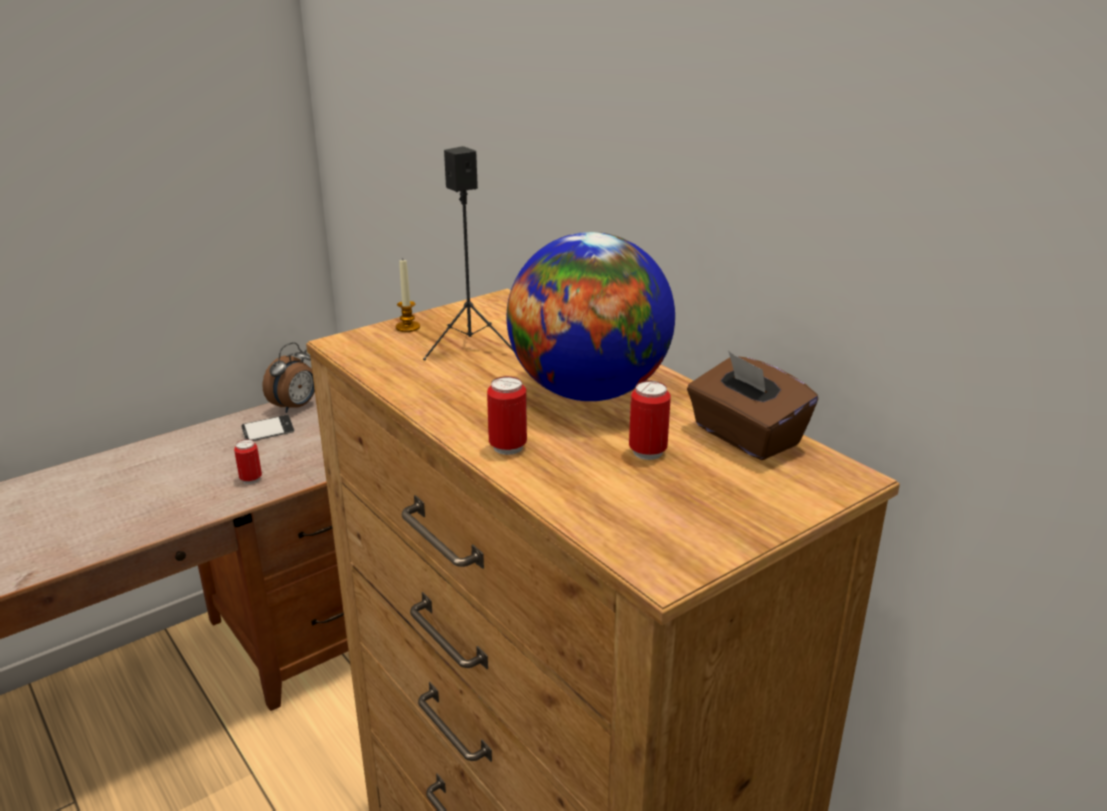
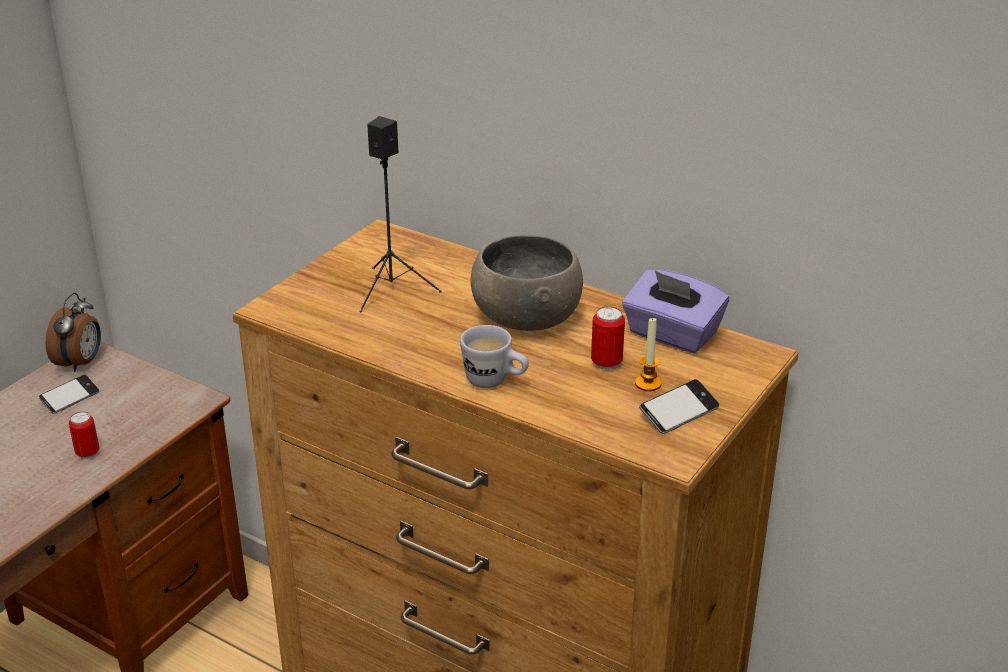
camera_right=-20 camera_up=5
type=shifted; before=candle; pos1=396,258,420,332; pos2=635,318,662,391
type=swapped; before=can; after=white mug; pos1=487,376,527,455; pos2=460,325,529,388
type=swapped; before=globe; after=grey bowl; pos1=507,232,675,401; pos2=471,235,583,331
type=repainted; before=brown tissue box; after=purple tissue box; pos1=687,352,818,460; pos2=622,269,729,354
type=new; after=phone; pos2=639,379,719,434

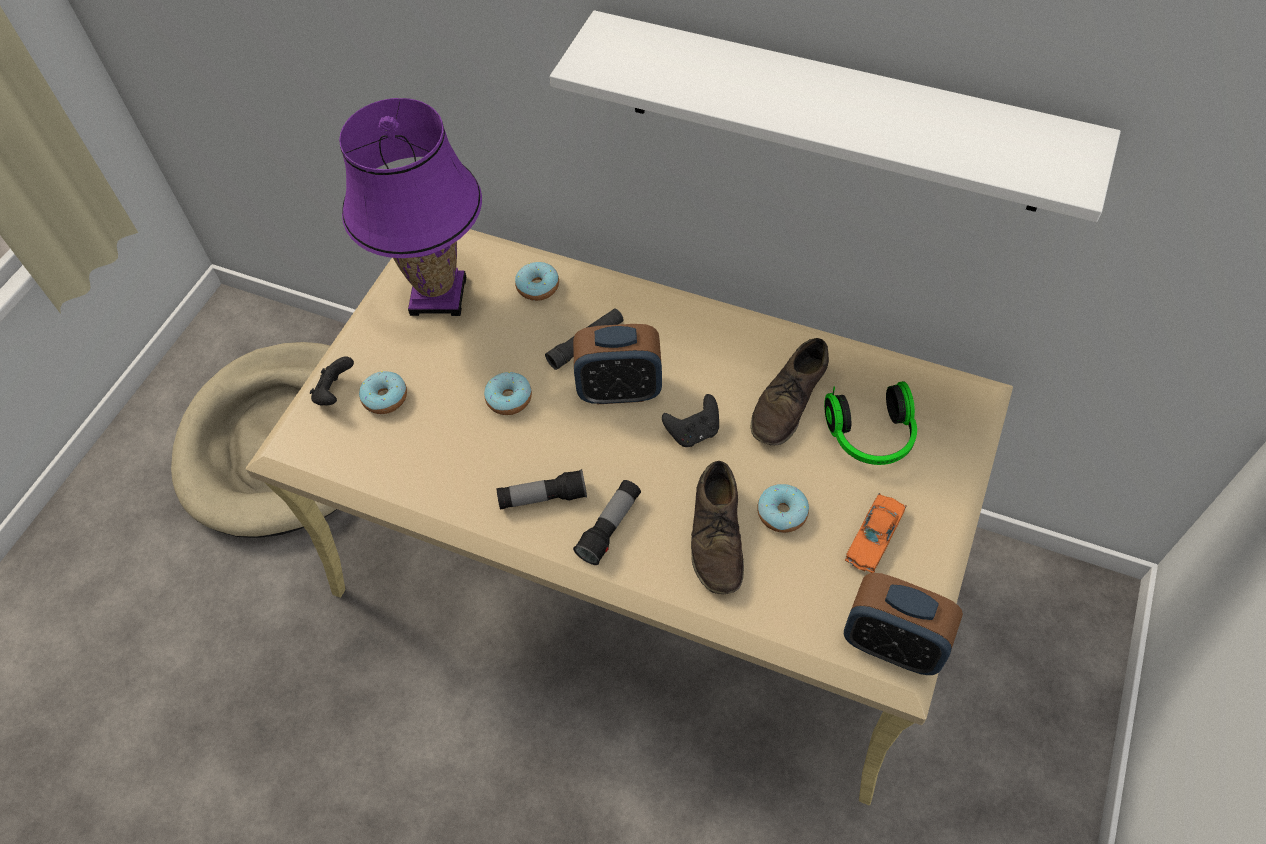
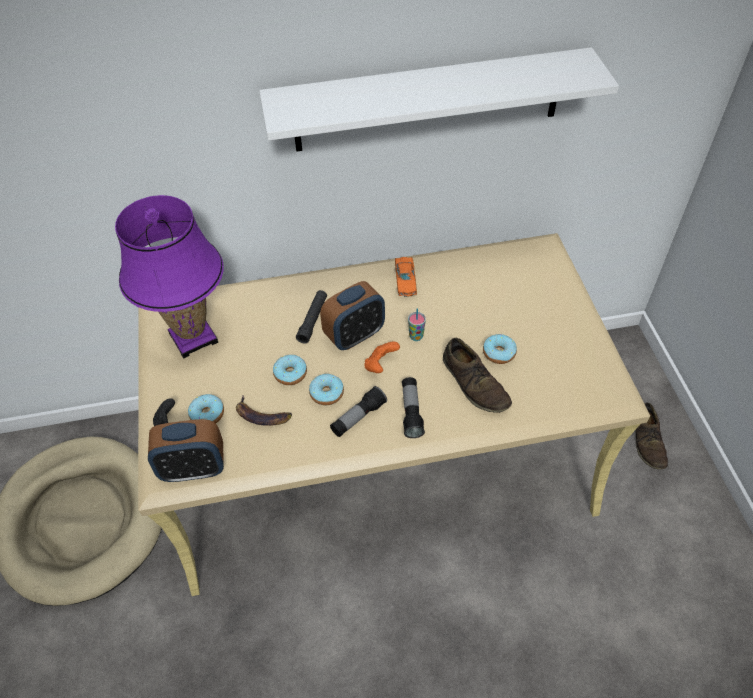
camera_right=-35 camera_up=-5
type=shifted; before=donut; pos1=515,262,559,301; pos2=309,374,344,405
type=swapped; before=black game controller; after=cup; pos1=662,394,719,447; pos2=408,308,426,341
type=shifted; before=brown shoe; pos1=751,338,829,445; pos2=635,403,668,469
type=gone; before=headphones; pos1=824,381,917,465
type=shifted; before=alarm clock; pos1=844,573,963,675; pos2=148,419,224,482
type=shifted; before=orange toy car; pos1=845,493,907,573; pos2=395,257,417,297
type=new; after=banana; pos2=236,396,292,426
type=new; after=orange game controller; pos2=364,342,400,373

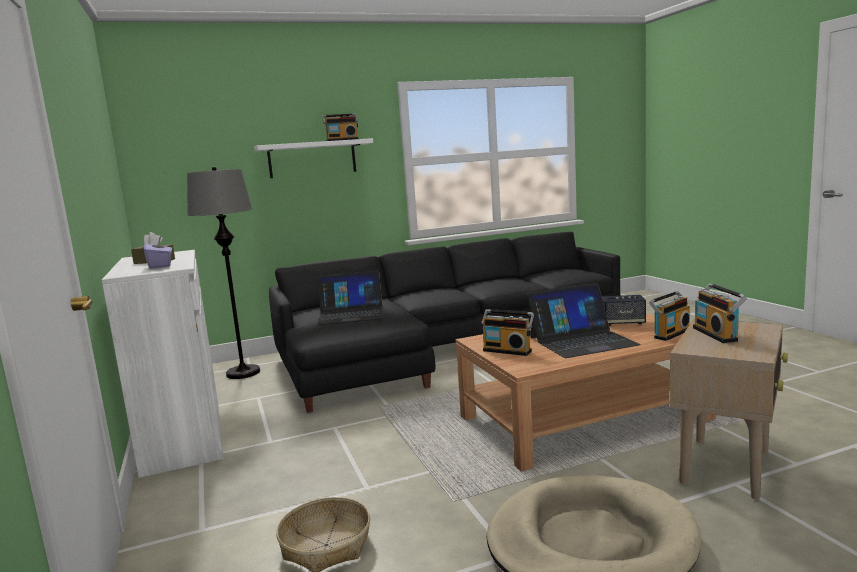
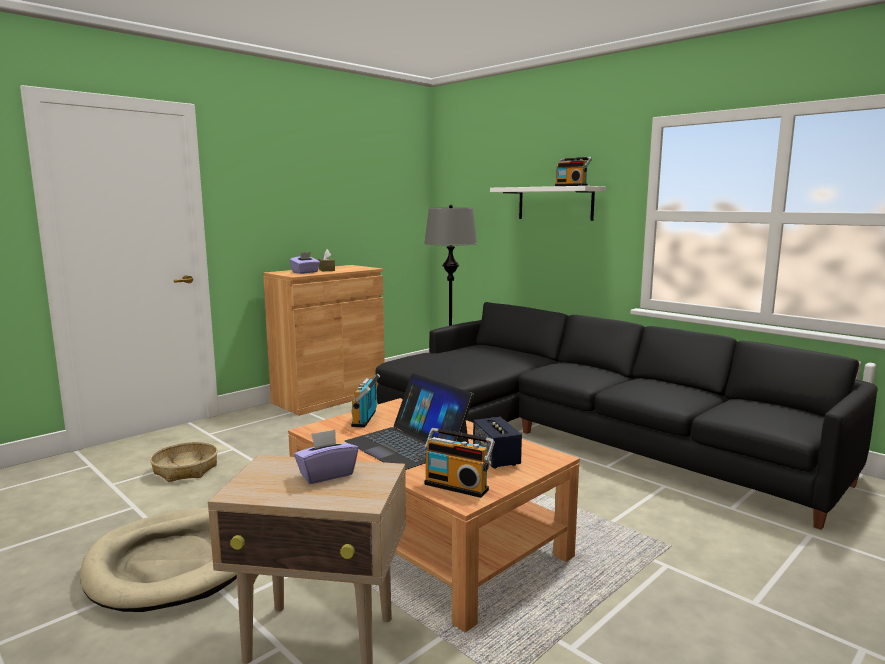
camera_right=65 camera_up=0
type=repainted; before=white cabinet; after=brown cabinet; pos1=102,250,223,478; pos2=263,265,385,416
type=gone; before=laptop; pos1=317,270,383,325
type=swapped; before=radio; after=purple tissue box; pos1=693,283,747,343; pos2=294,429,358,484

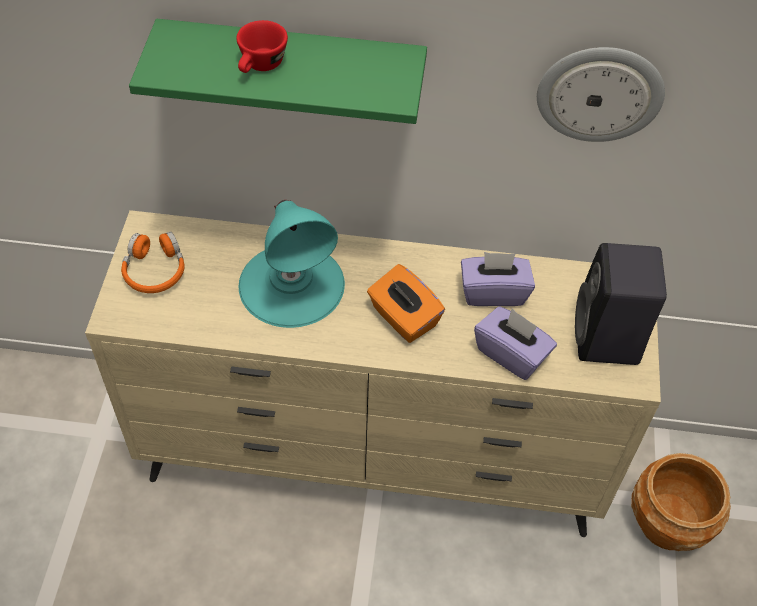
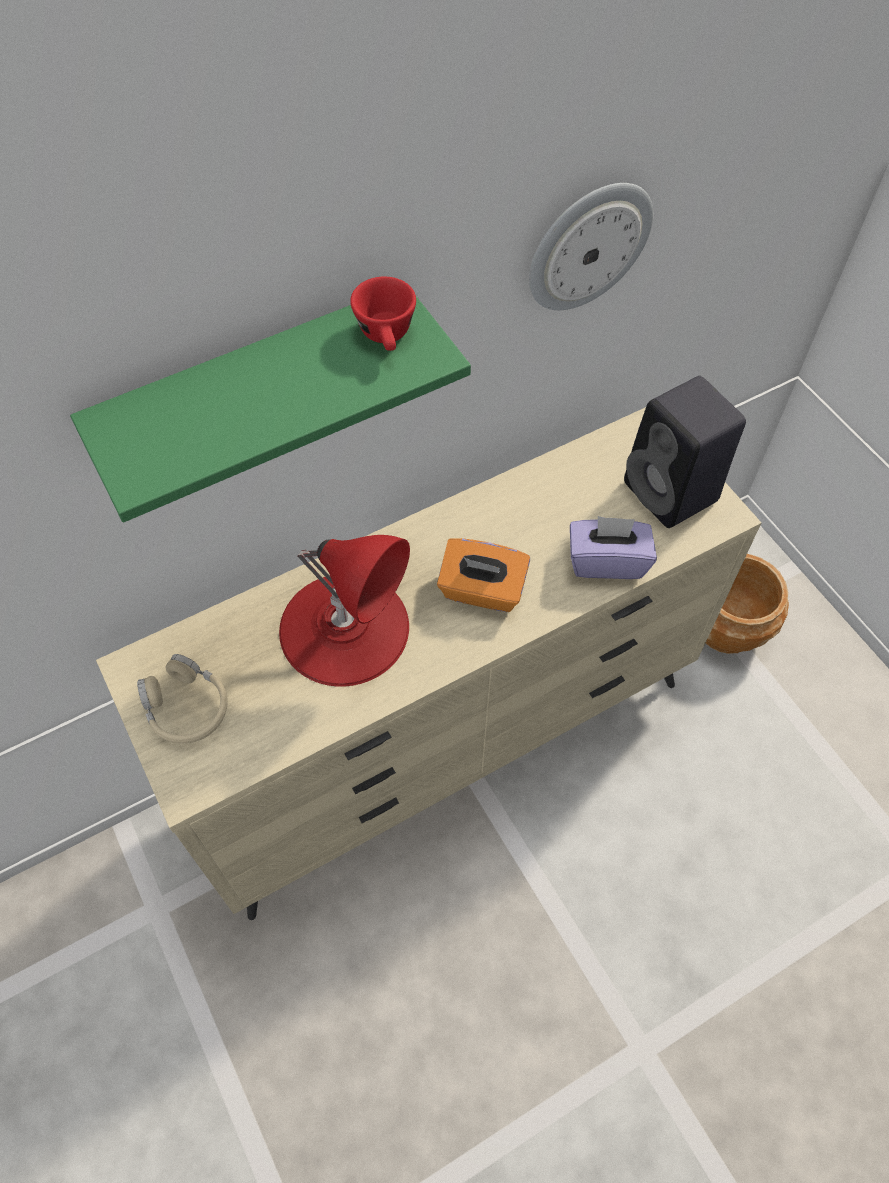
camera_right=-35 camera_up=5
type=repainted; before=orange headphones; after=beige headphones; pos1=121,231,185,293; pos2=137,654,228,743
type=shifted; before=red cup; pos1=236,20,288,73; pos2=350,277,416,351
type=repainted; before=turquoise table lamp; after=red table lamp; pos1=238,200,345,328; pos2=279,535,410,687
type=gone; before=purple tissue box; pos1=461,252,535,306

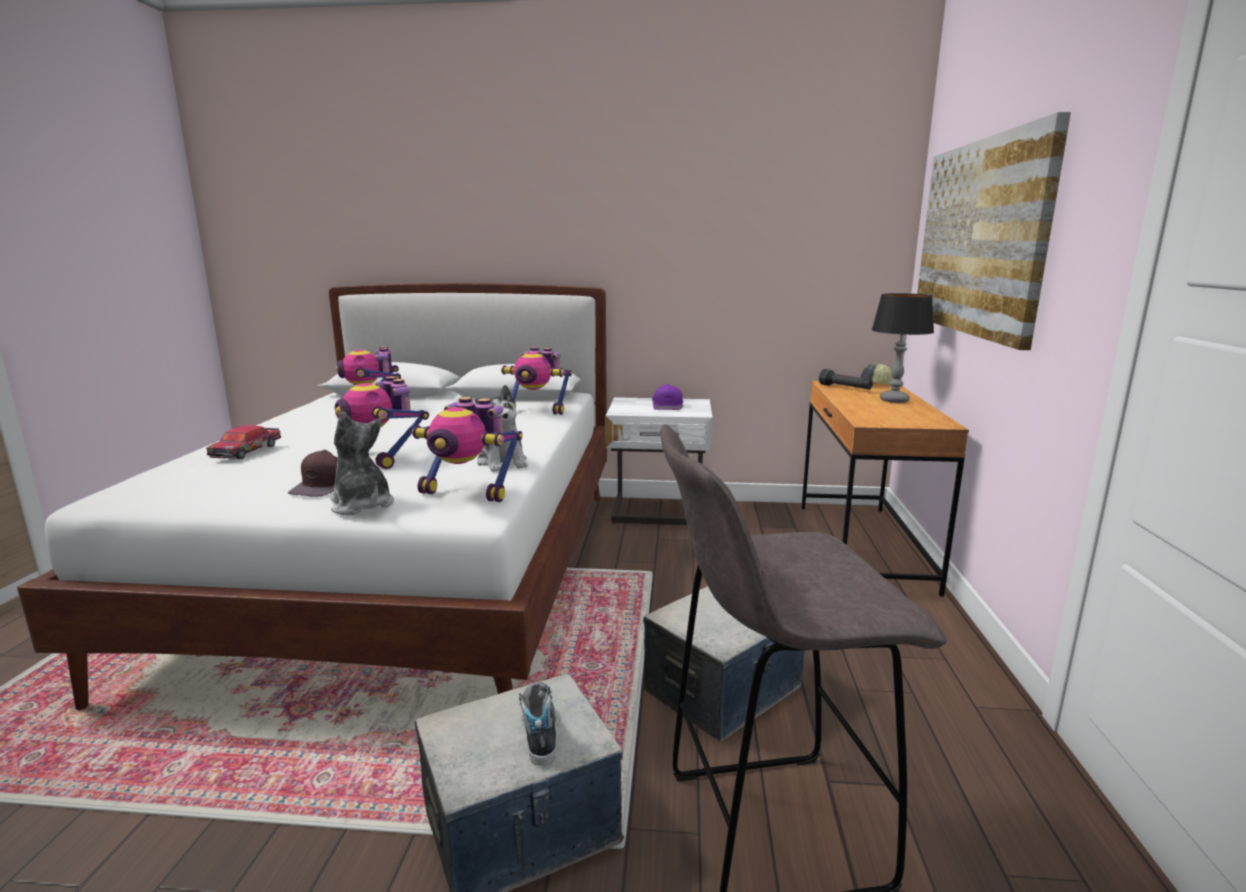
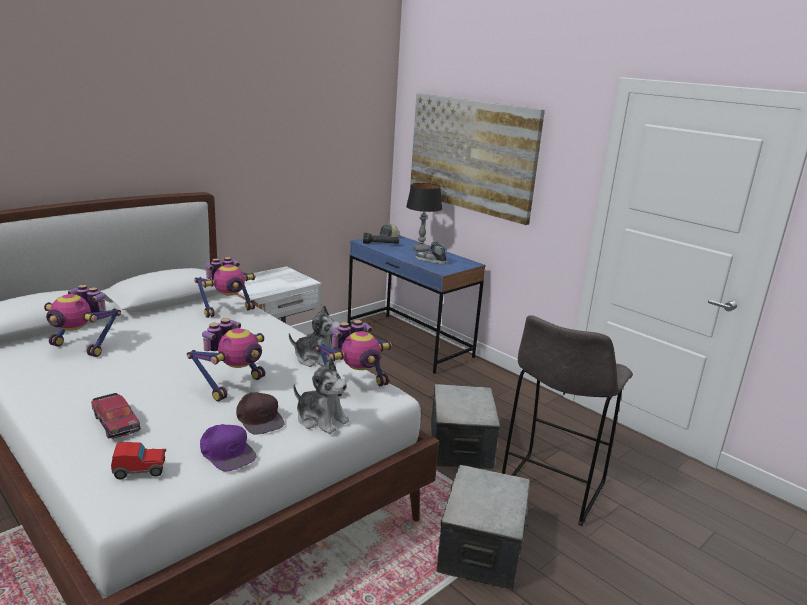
camera_right=-50 camera_up=5
type=rotated; before=plush toy; pos1=330,411,394,515; pos2=293,358,350,434; turn=-150
type=rotated; before=toy robot; pos1=335,376,429,469; pos2=187,318,265,401; turn=-60
type=shifted; before=shoe; pos1=519,682,557,766; pos2=415,241,447,265
type=shifted; before=purple cap; pos1=652,384,683,410; pos2=200,424,256,472
type=repainted; before=brown desk; after=blue desk; pos1=802,381,969,597; pos2=348,235,486,374
type=new; after=toy car; pos2=111,442,166,479

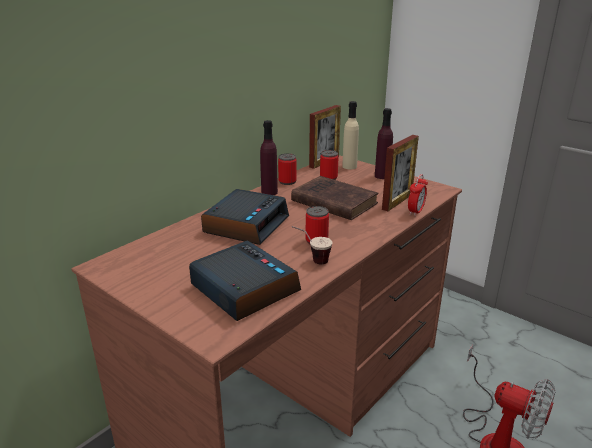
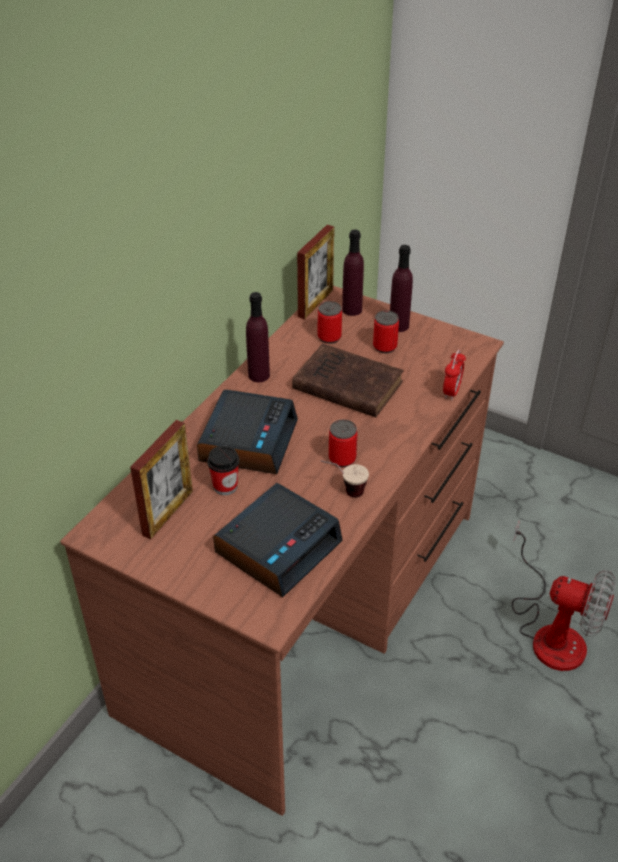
camera_right=-10 camera_up=15
type=rotated; before=alarm clock; pos1=189,241,301,321; pos2=213,483,343,597; turn=90
type=shifted; before=can; pos1=278,153,297,185; pos2=373,311,399,353
type=repainted; before=beige bottle; after=purple bottle; pos1=342,101,359,169; pos2=342,229,364,316
type=shifted; before=picture frame; pos1=382,135,419,211; pos2=130,420,193,539
type=new; after=cup; pos2=207,445,239,495

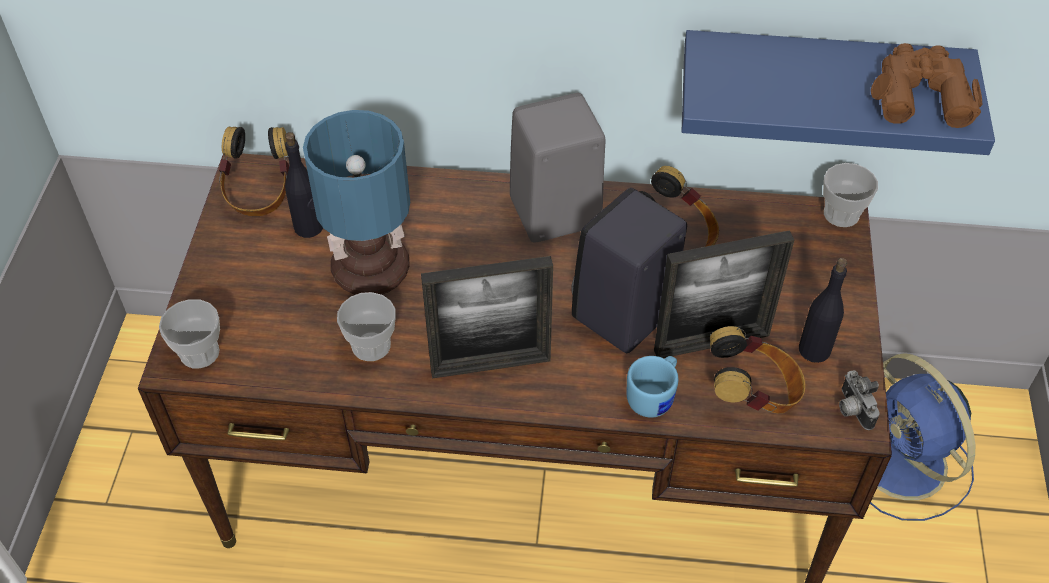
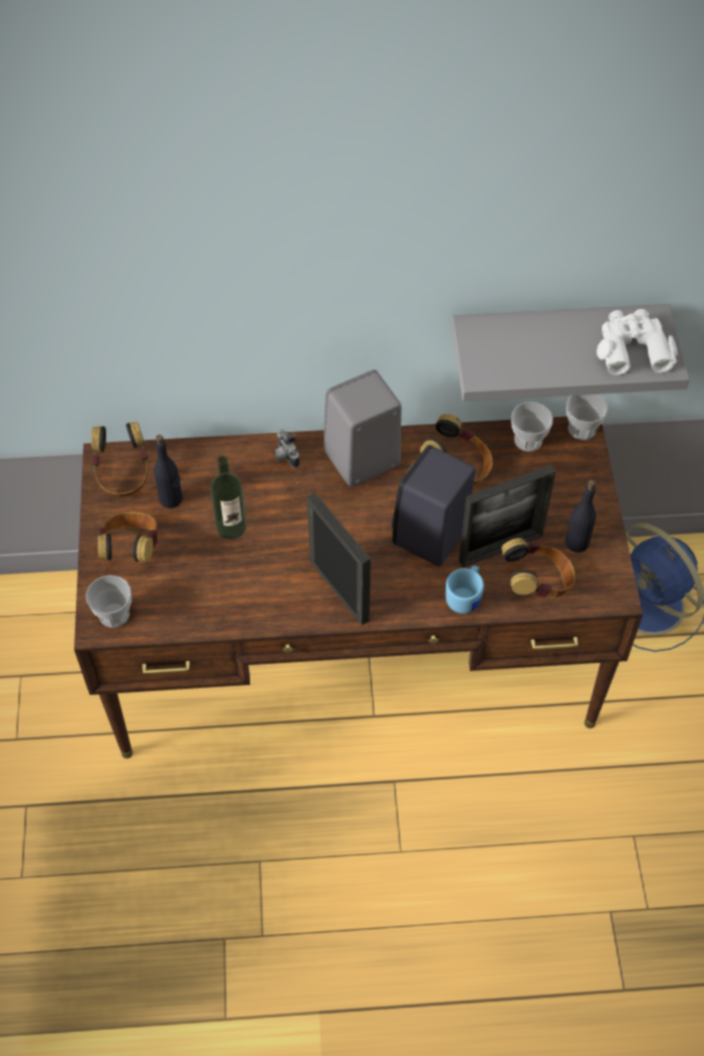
camera_right=-10 camera_up=5
type=swapped; before=table lamp; after=bottle; pos1=303,110,410,295; pos2=210,456,247,539
type=shifted; before=cup; pos1=337,292,396,361; pos2=511,402,553,451
type=rotated; before=picture frame; pos1=421,256,553,379; pos2=307,493,371,625; turn=-105
type=repainted; before=blue shelf; after=grey shelf; pos1=681,30,995,155; pos2=452,304,689,401
type=shifted; before=photo camera; pos1=839,370,880,430; pos2=274,429,300,468
type=repainted; before=brown binoculars; after=white binoculars; pos1=871,43,982,128; pos2=597,309,678,376
type=new; after=headphones; pos2=98,512,159,562

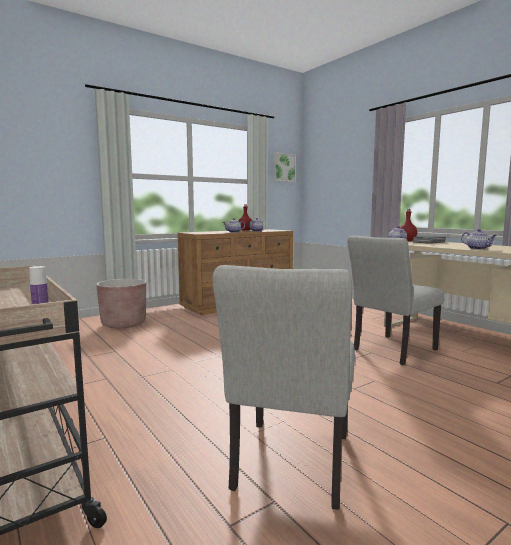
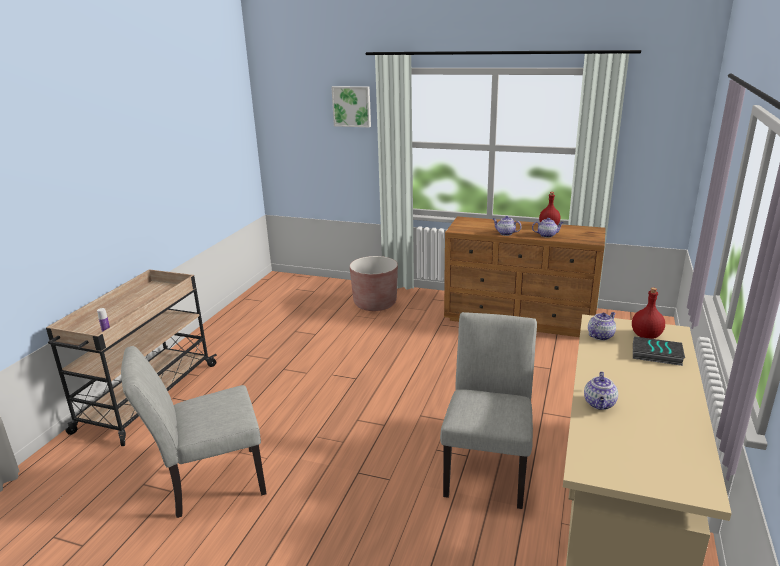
camera_right=55 camera_up=15
type=shifted; before=picture; pos1=273,152,296,182; pos2=331,86,371,127
type=rotated; before=grey chair; pos1=348,235,444,365; pos2=440,312,537,509; turn=90

